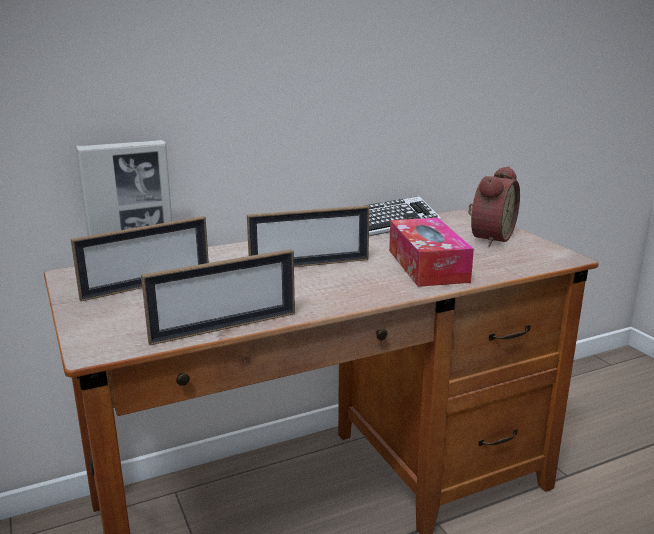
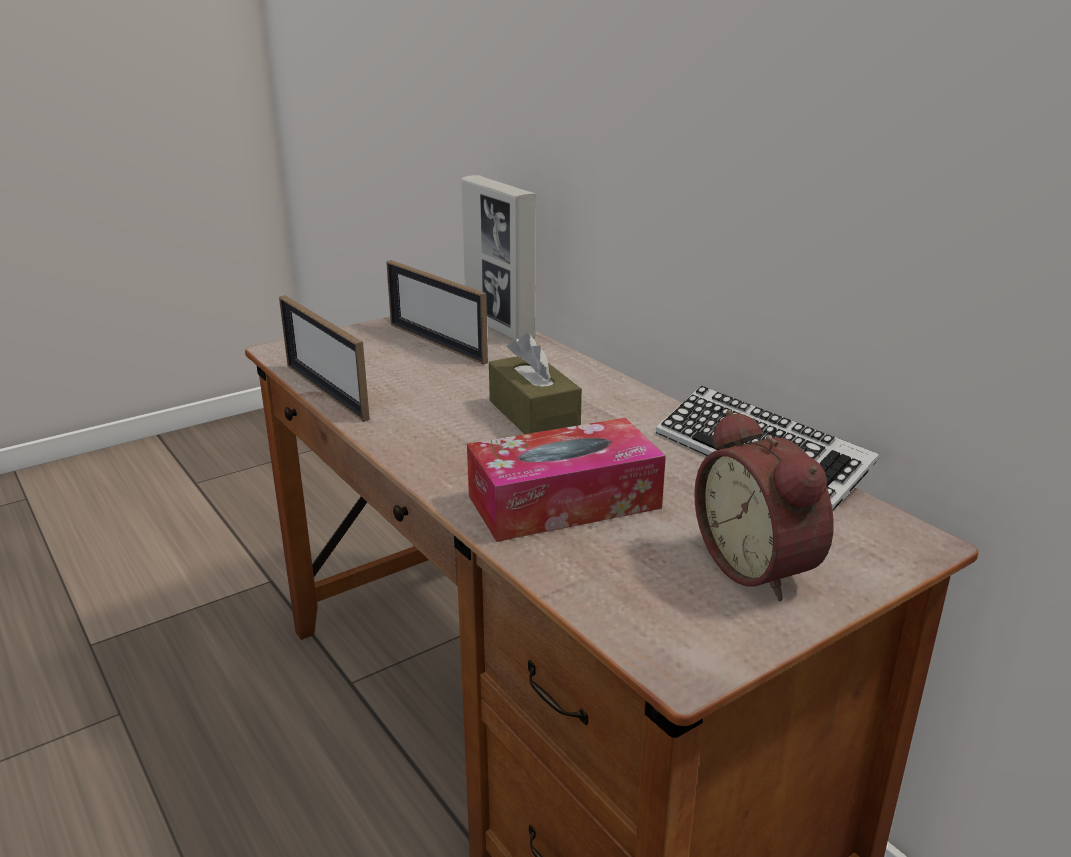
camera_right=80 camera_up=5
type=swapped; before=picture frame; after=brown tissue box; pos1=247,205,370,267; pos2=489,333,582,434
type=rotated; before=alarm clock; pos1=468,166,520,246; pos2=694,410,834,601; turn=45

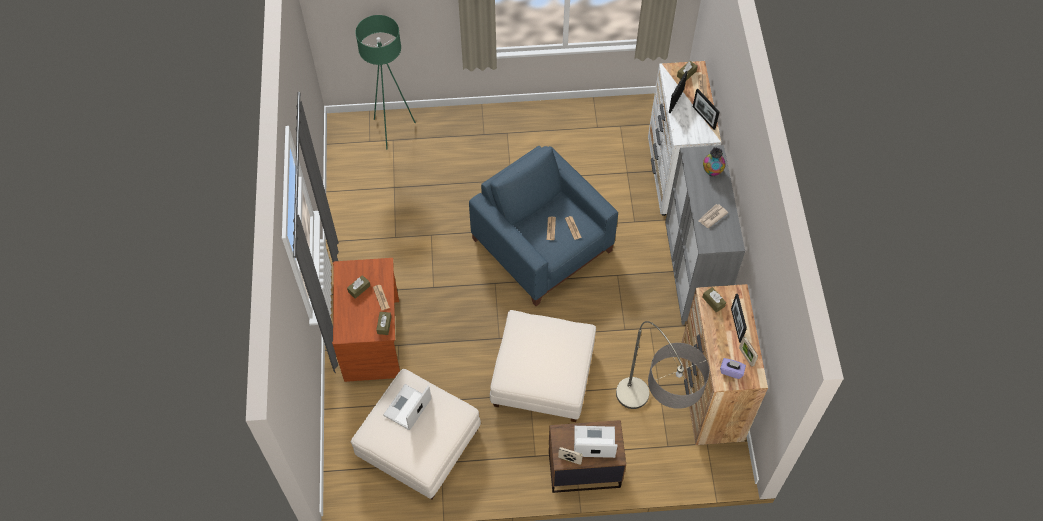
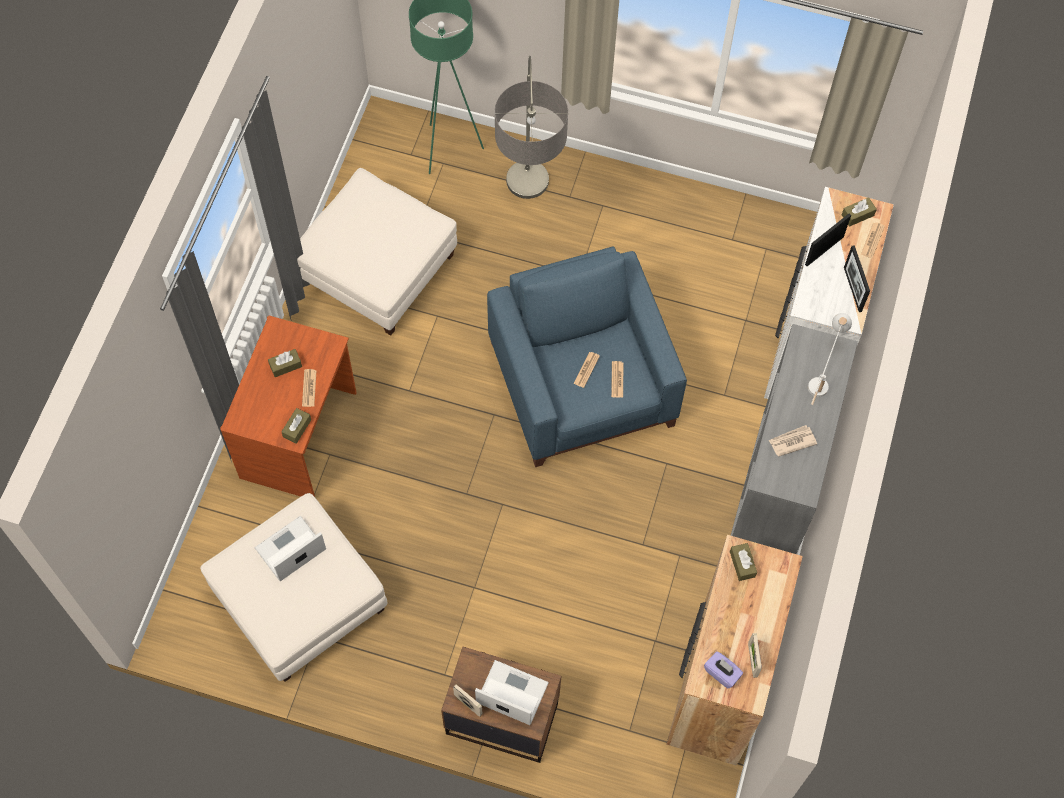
camera_right=20 camera_up=5
type=shifted; before=white ottoman; pos1=490,310,596,422; pos2=297,168,457,336
type=shifted; before=floor lamp; pos1=616,321,709,409; pos2=495,56,568,199
type=swapped; before=vase; after=white table lamp; pos1=703,148,726,176; pos2=808,313,852,405
type=gone; before=picture frame; pos1=731,294,747,343

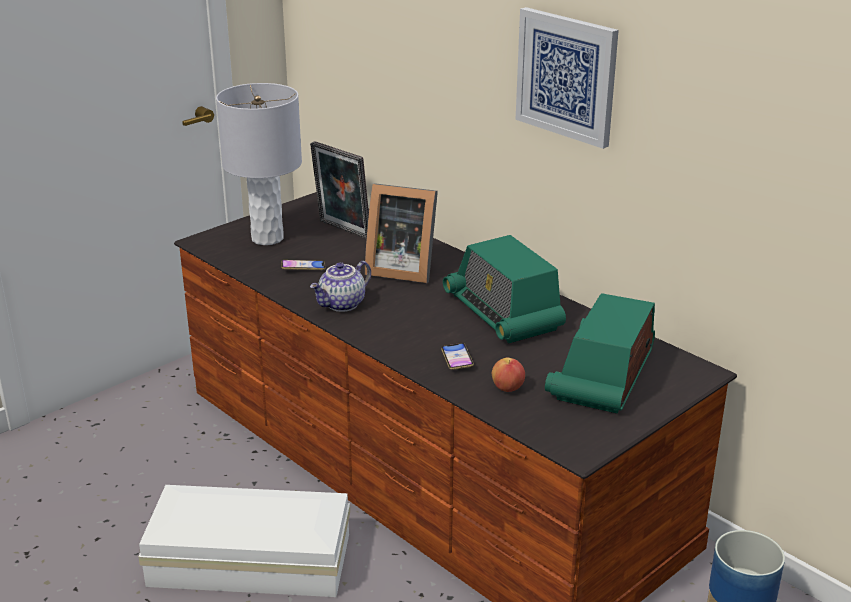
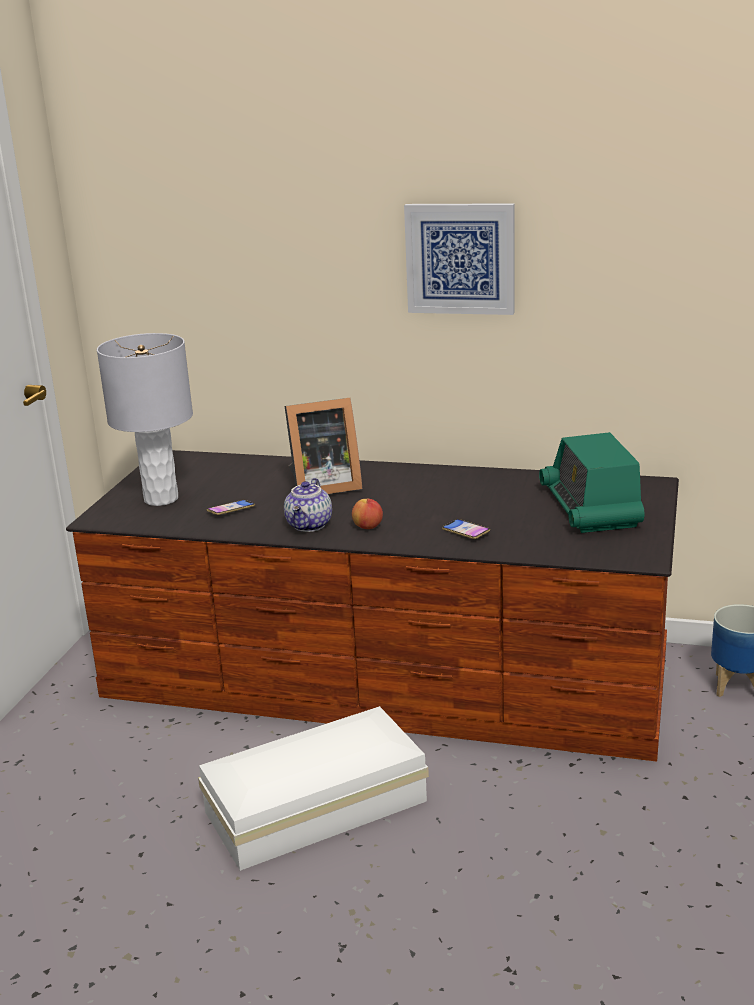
camera_right=-30 camera_up=-5
type=gone; before=picture frame; pos1=310,141,369,239
type=gone; before=radio; pos1=443,235,566,343
type=shifted; before=apple; pos1=492,357,525,392; pos2=352,499,383,529

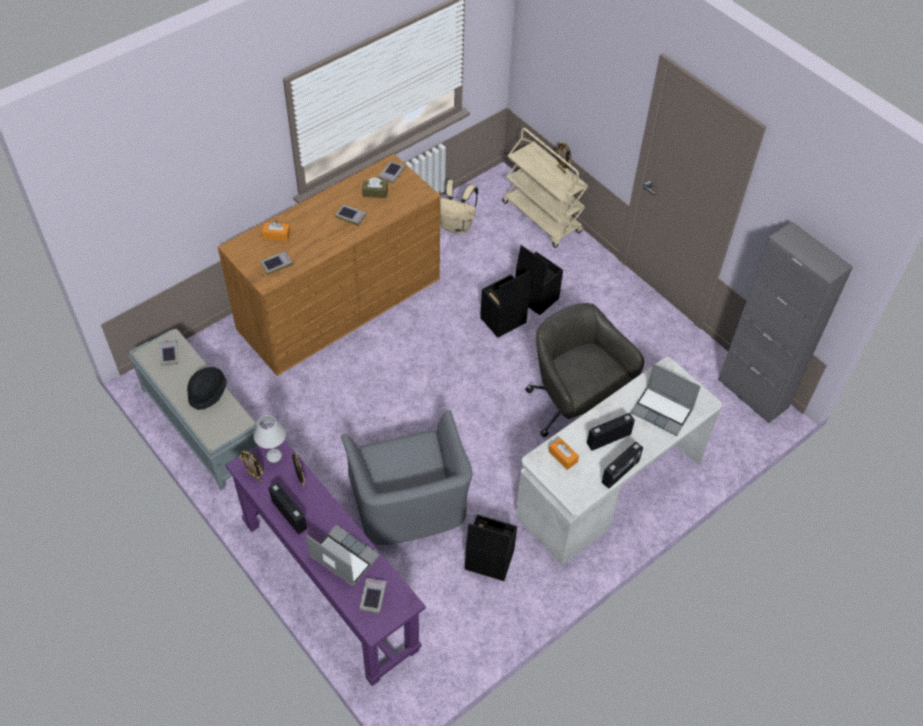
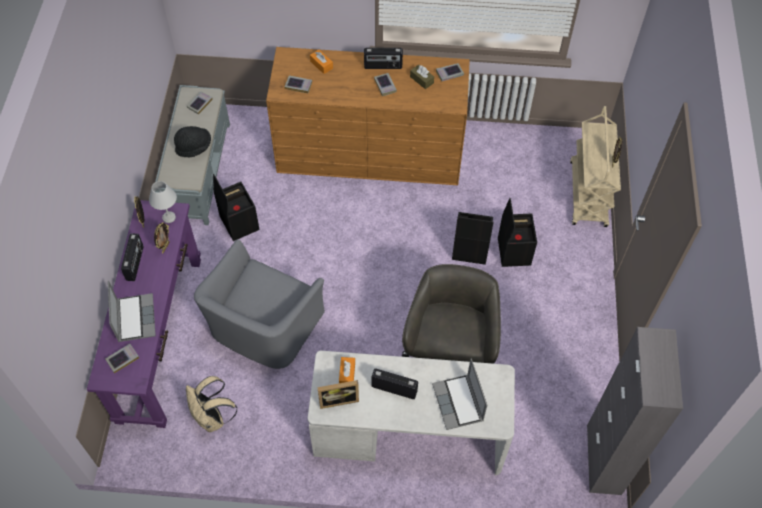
camera_right=45 camera_up=5
type=shifted; before=beige backpack; pos1=440,180,478,234; pos2=186,376,237,432
type=shifted; before=black storage box; pos1=465,514,517,581; pos2=213,174,260,241
type=shifted; before=radio; pos1=602,442,643,489; pos2=364,48,403,69
type=new; after=picture frame; pos2=318,380,359,409

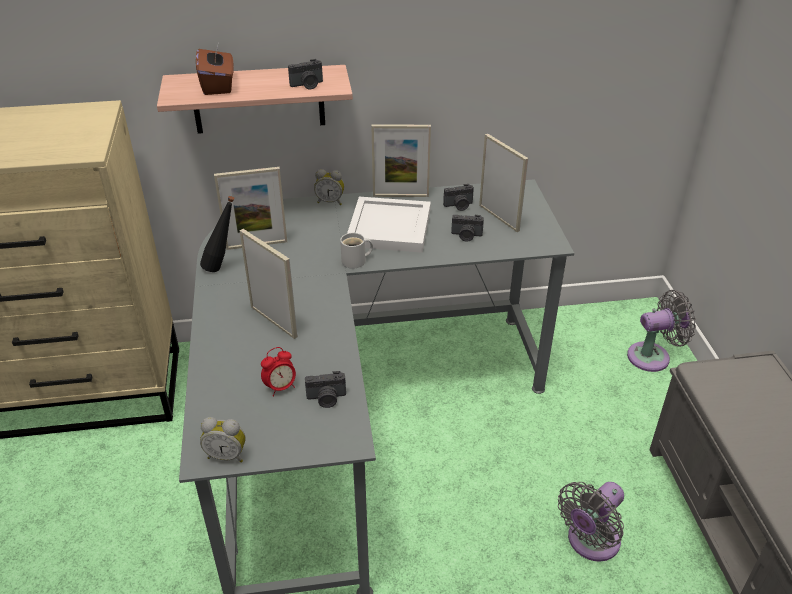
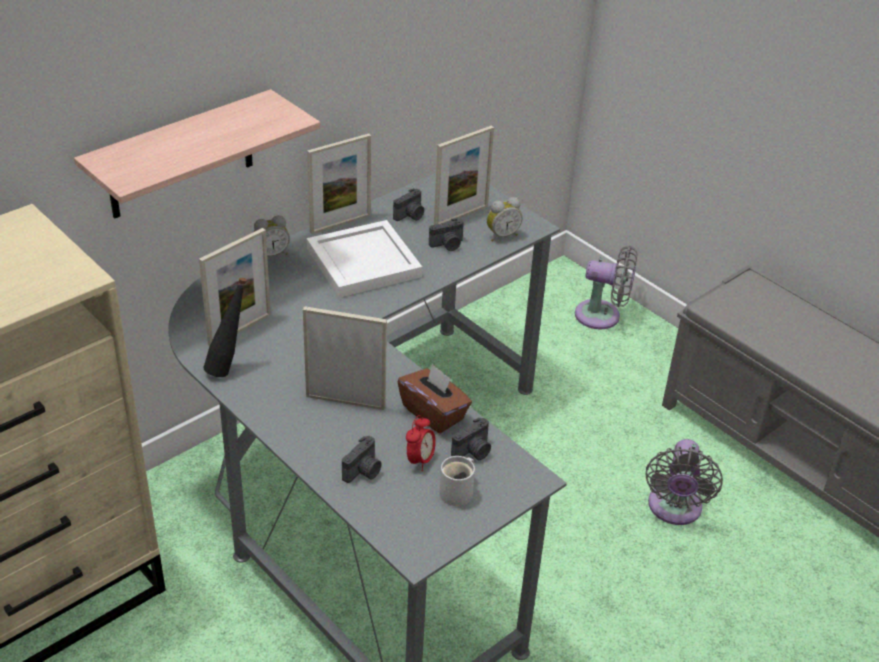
camera_right=-35 camera_up=0
type=shifted; before=brown tissue box; pos1=196,41,234,95; pos2=397,363,472,433
type=shifted; before=alarm clock; pos1=200,417,246,463; pos2=487,197,522,242
type=shifted; before=photo camera; pos1=288,59,323,89; pos2=342,436,381,483
type=shifted; before=white mug; pos1=340,233,373,269; pos2=439,456,475,506
type=rotated; before=picture frame; pos1=479,134,528,232; pos2=434,126,494,225; turn=120
type=rotated; before=grey fan; pos1=627,290,696,372; pos2=575,246,637,329; turn=60

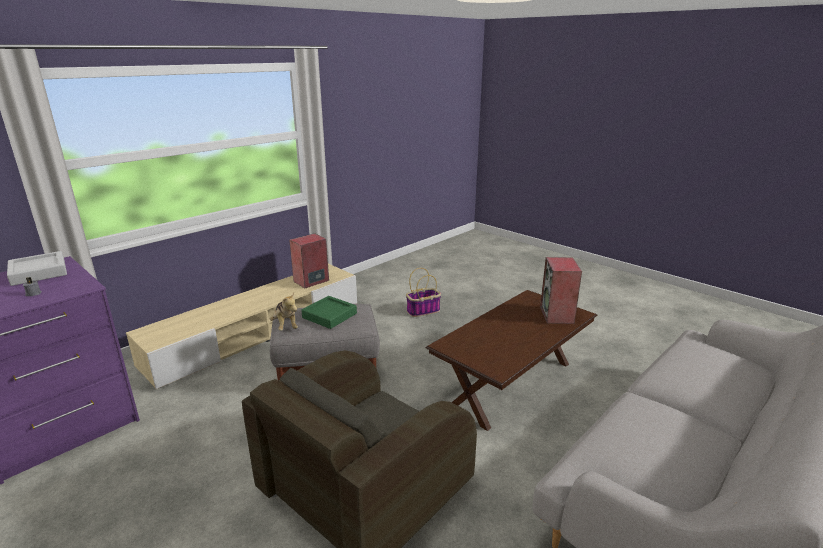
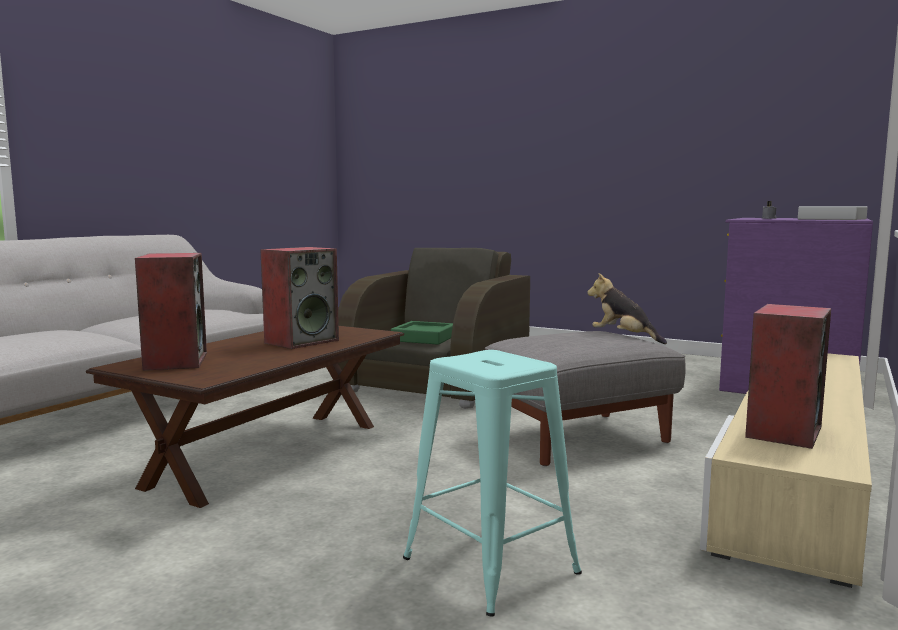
camera_right=165 camera_up=-15
type=shifted; before=green tray; pos1=301,296,357,329; pos2=391,321,453,345
type=swapped; before=basket; after=turquoise stool; pos1=406,268,441,317; pos2=403,350,582,617
type=new; after=speaker; pos2=260,247,339,349

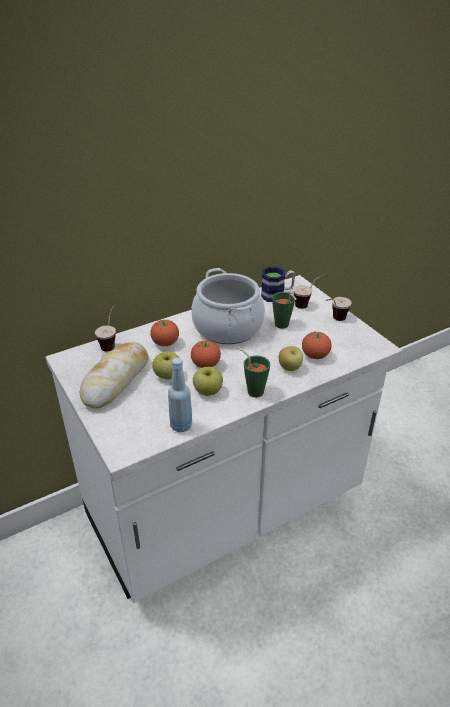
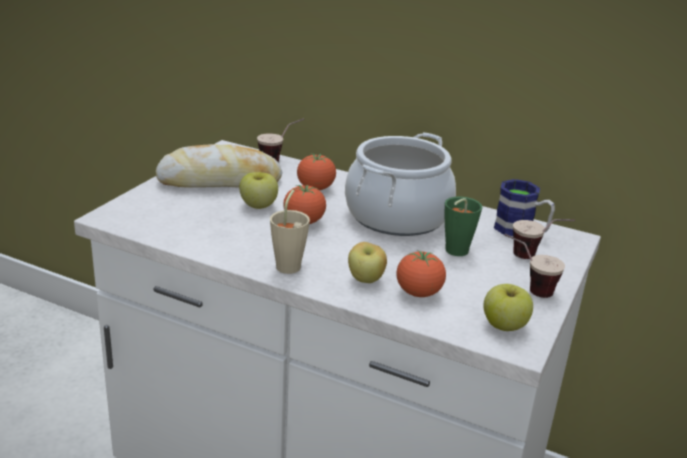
camera_right=55 camera_up=-10
type=gone; before=blue bottle; pos1=168,358,192,432
type=shifted; before=apple; pos1=193,367,223,396; pos2=483,284,533,331
type=repainted; before=green cup; after=beige cup; pos1=238,347,270,397; pos2=270,190,310,274

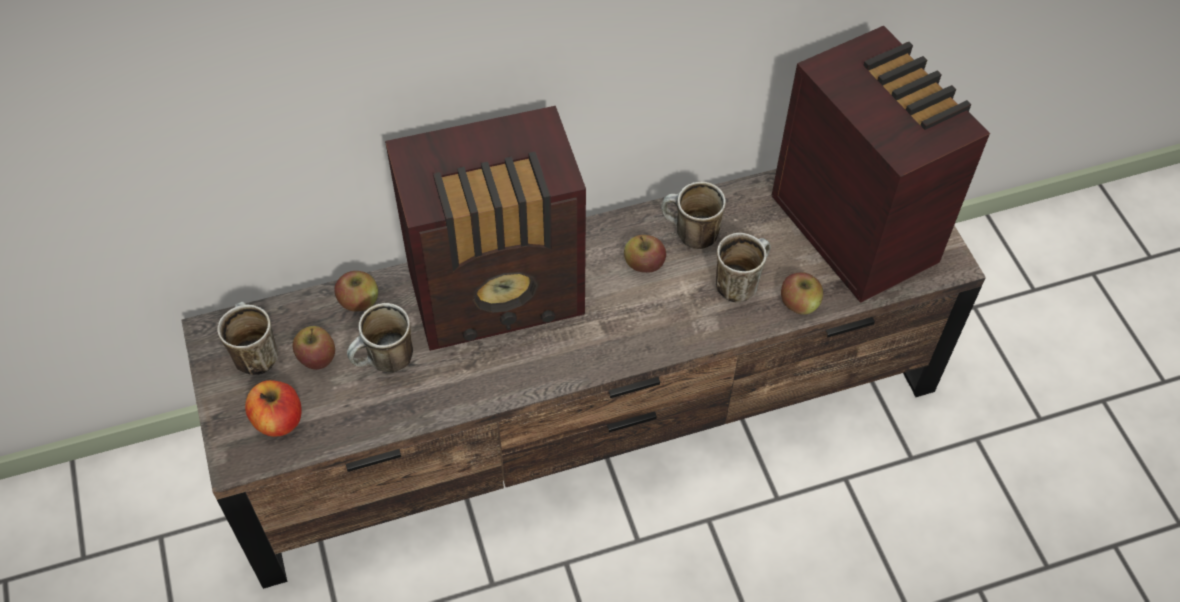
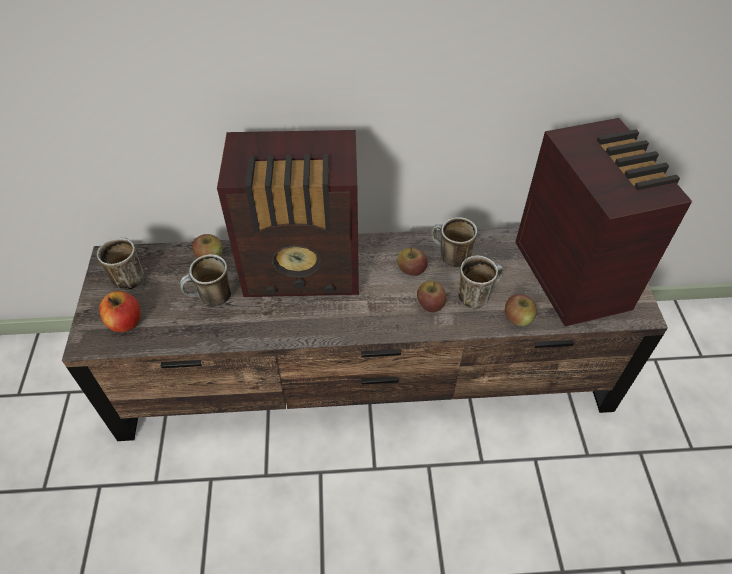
camera_right=15 camera_up=-5
type=shifted; before=apple; pos1=293,326,335,370; pos2=417,281,447,312

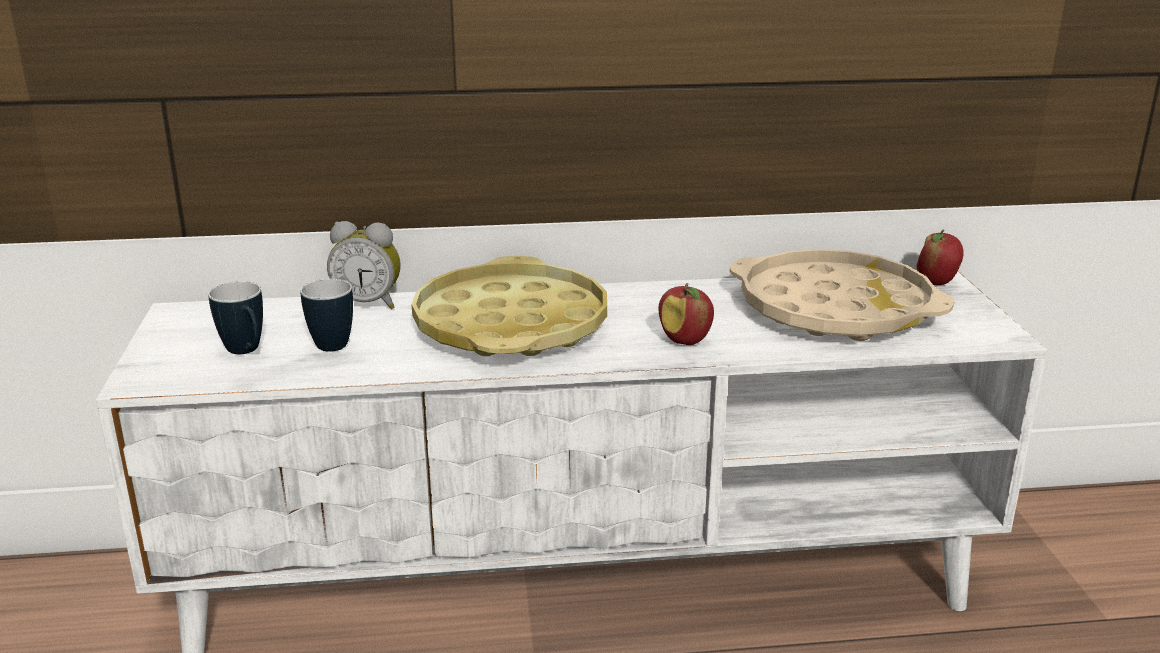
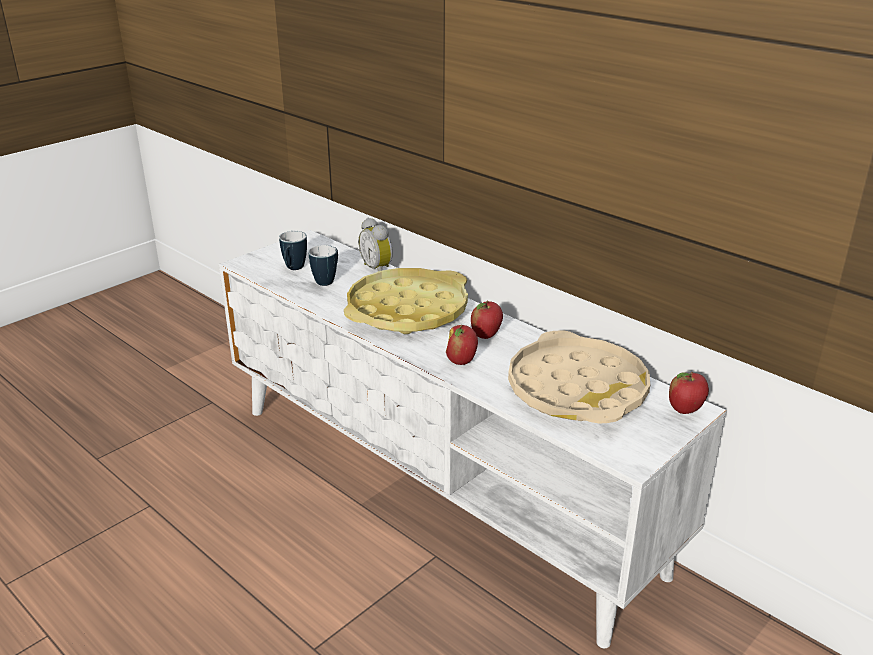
camera_right=50 camera_up=5
type=new; after=apple; pos2=471,301,503,339

